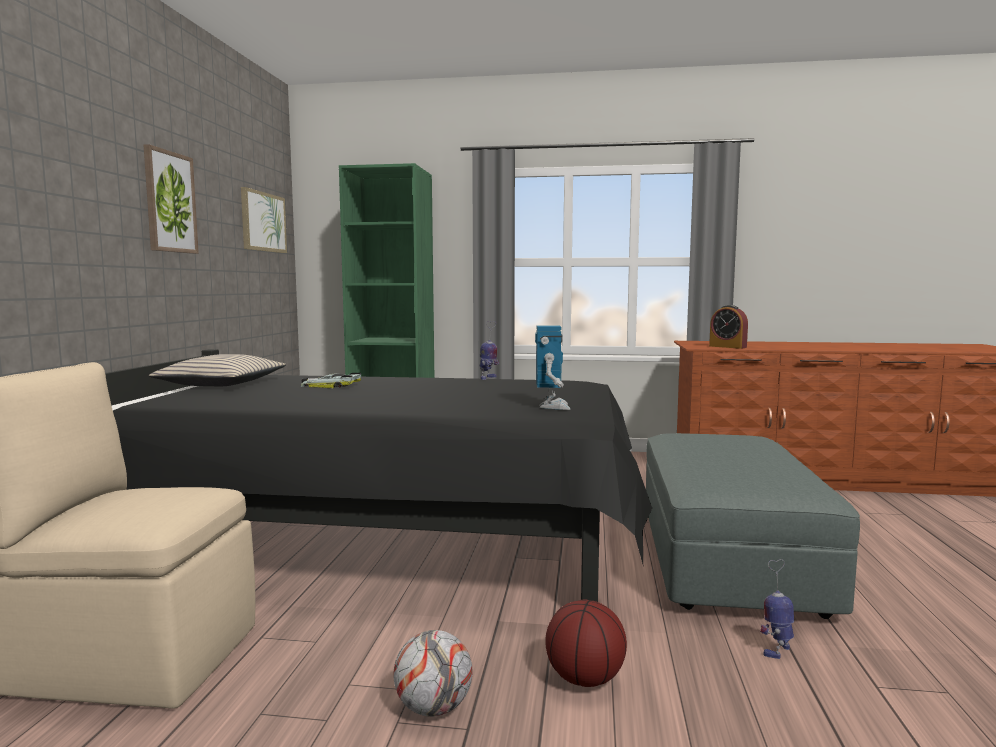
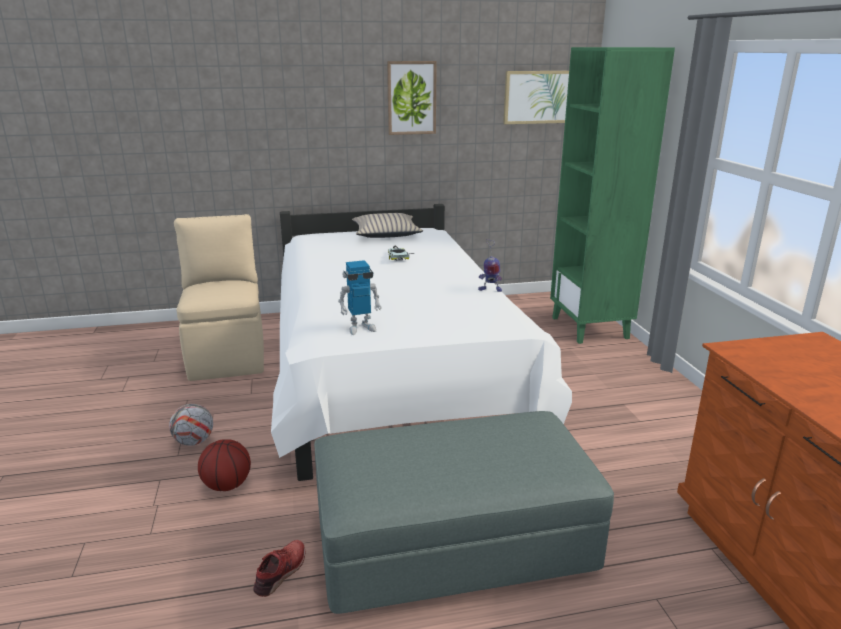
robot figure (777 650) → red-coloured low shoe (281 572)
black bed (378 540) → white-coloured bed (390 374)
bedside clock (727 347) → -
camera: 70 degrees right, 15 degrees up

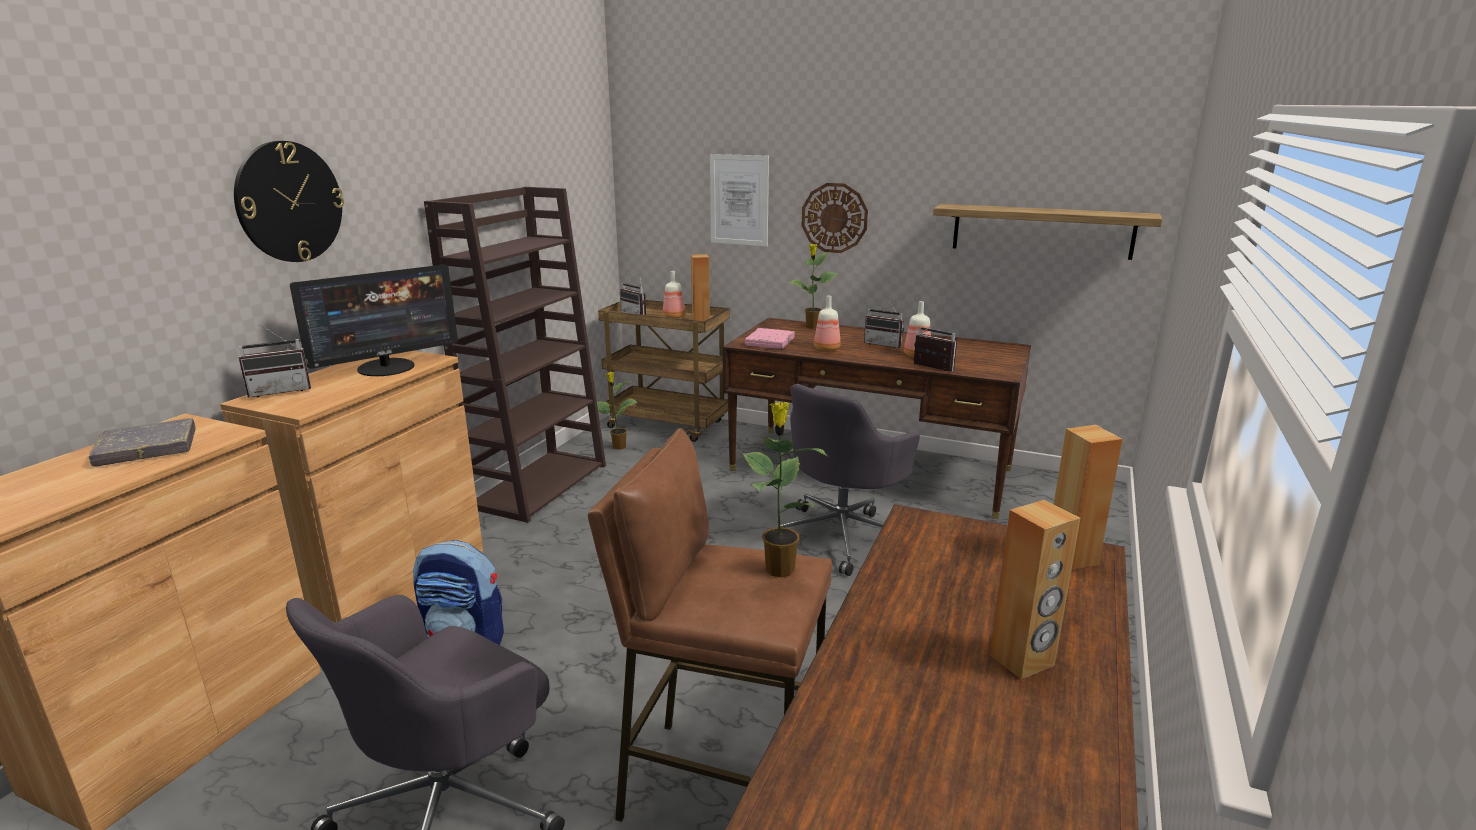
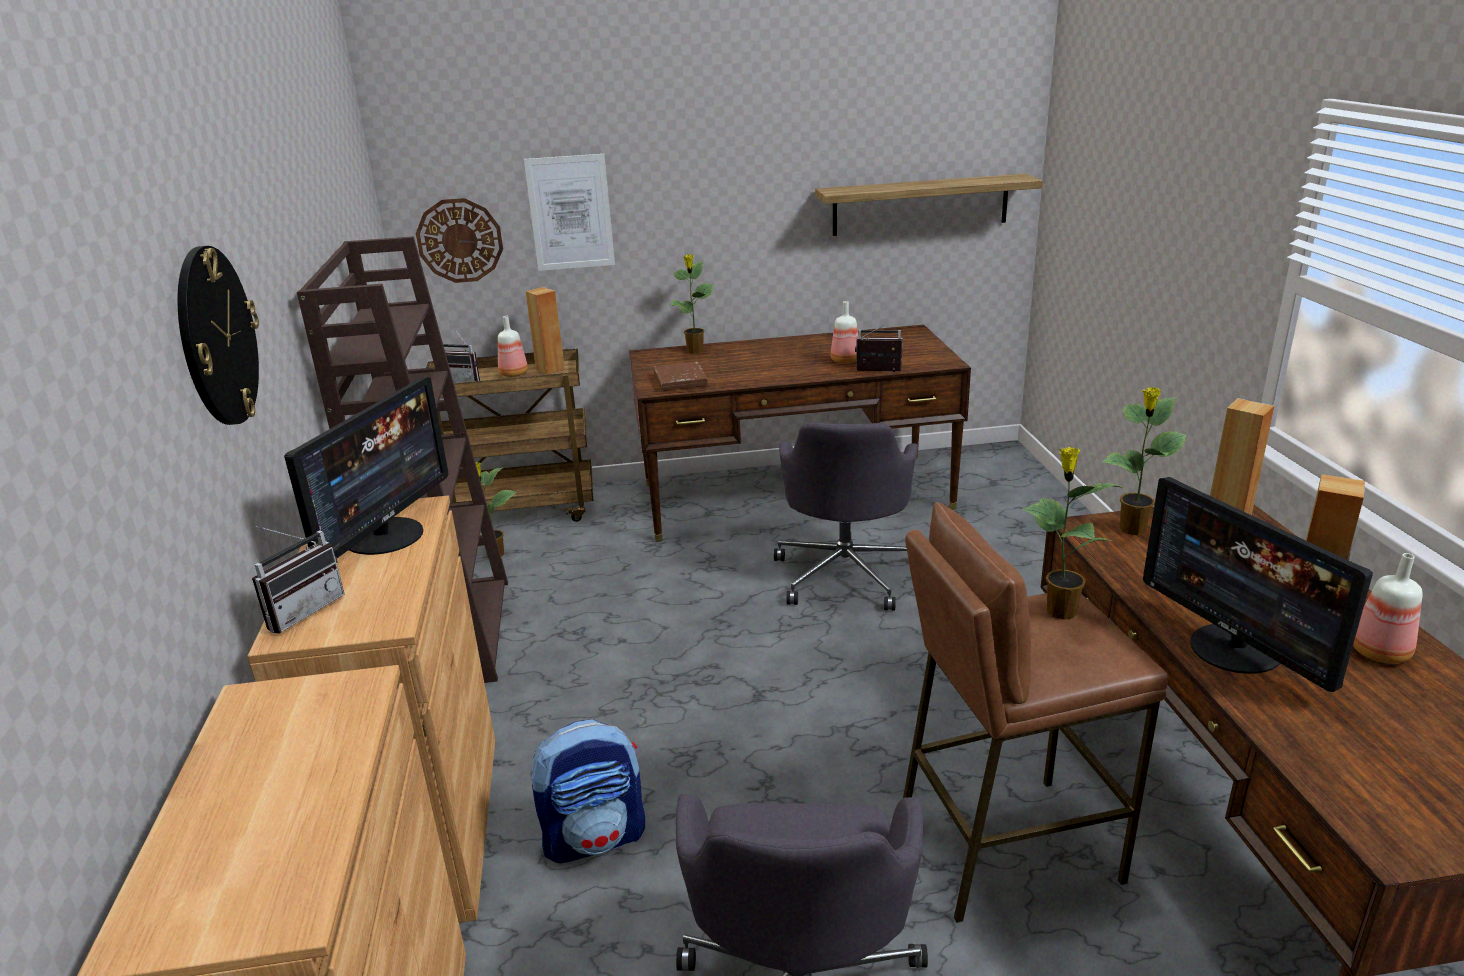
wall clock (834 218) → wall clock (460 240), relocated
pink-coloured bound book (769 342) → brownish bound book (680 381)
- → potted plant (1132 530)
- → monitor (1235 649)
beverage bottle (826 349) → beverage bottle (1377 652), relocated
gray bound book (147 448) → -
radio (884 344) → -
camera: 30 degrees left, 5 degrees up

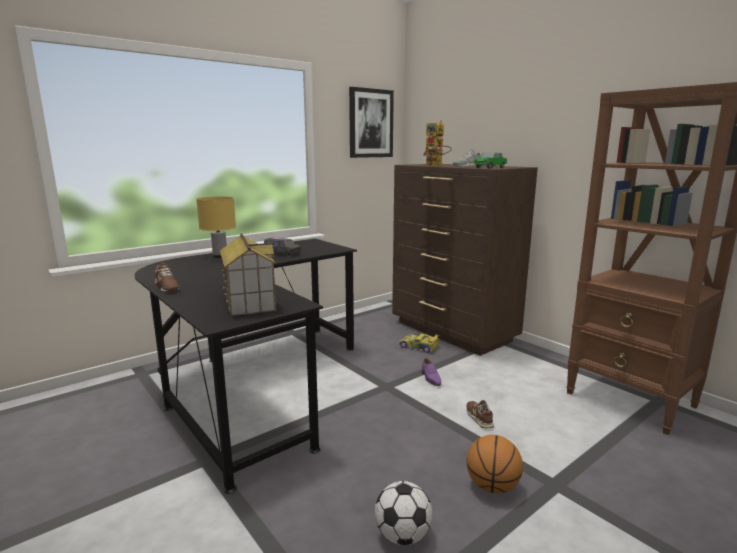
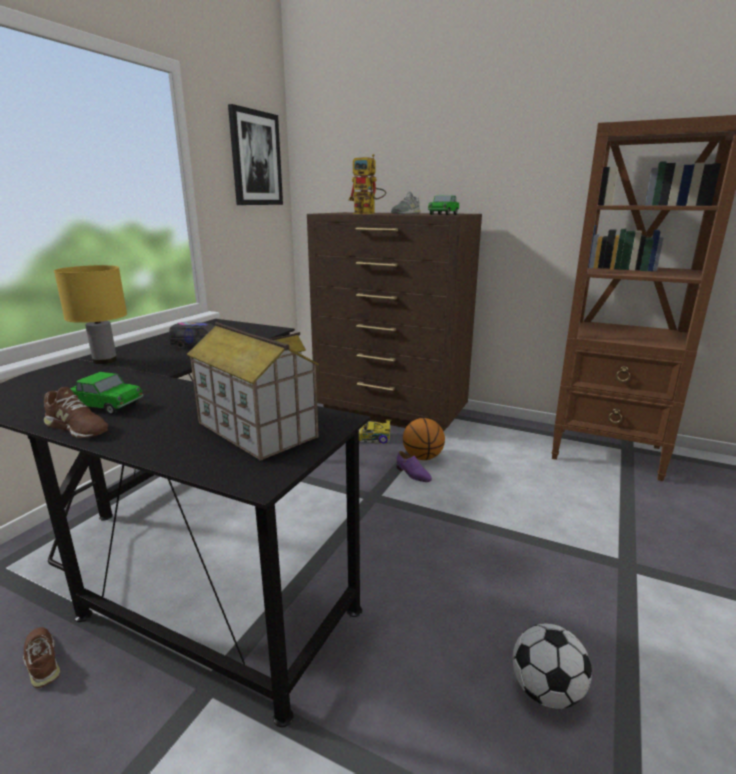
brownish low shoe (479 417) → brownish low shoe (43 660), relocated
- → miniature car (106 406)
basketball ball (492 486) → basketball ball (423 457), relocated
camera: 25 degrees left, 5 degrees up

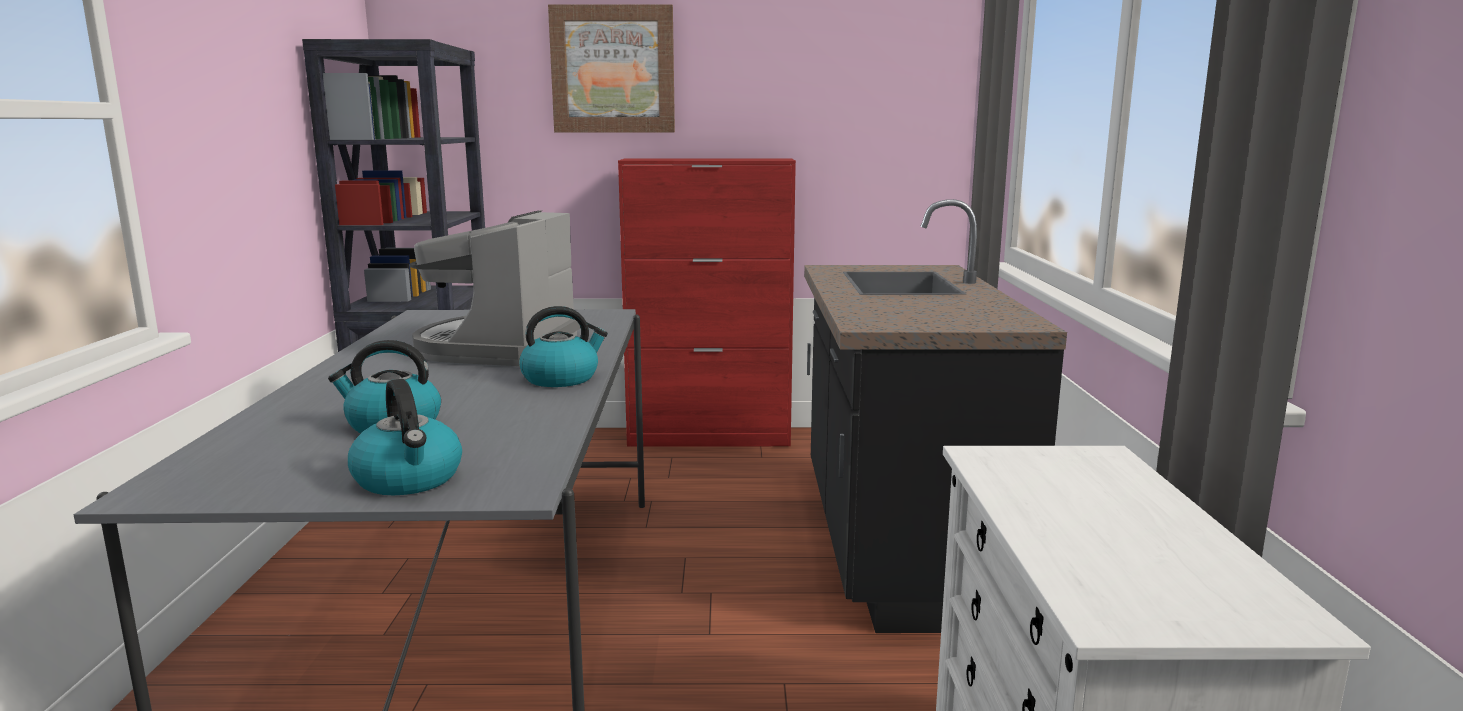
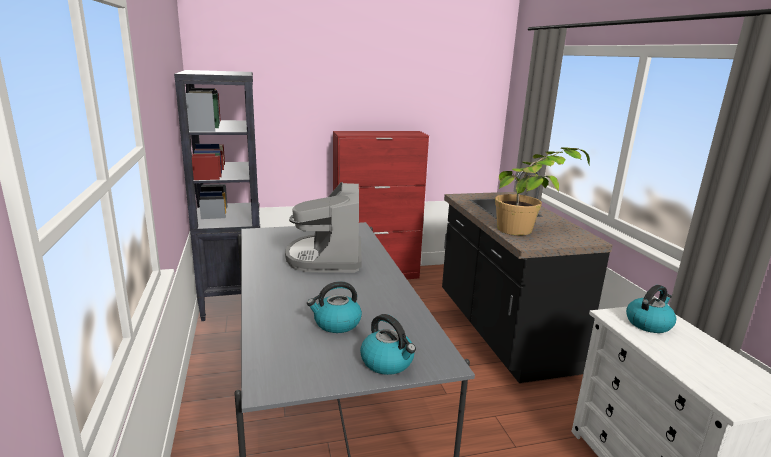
- → potted plant (531 229)
tea kettle (561 378) → tea kettle (648 323), relocated
wall art (613 70) → -
camera: 15 degrees left, 5 degrees up

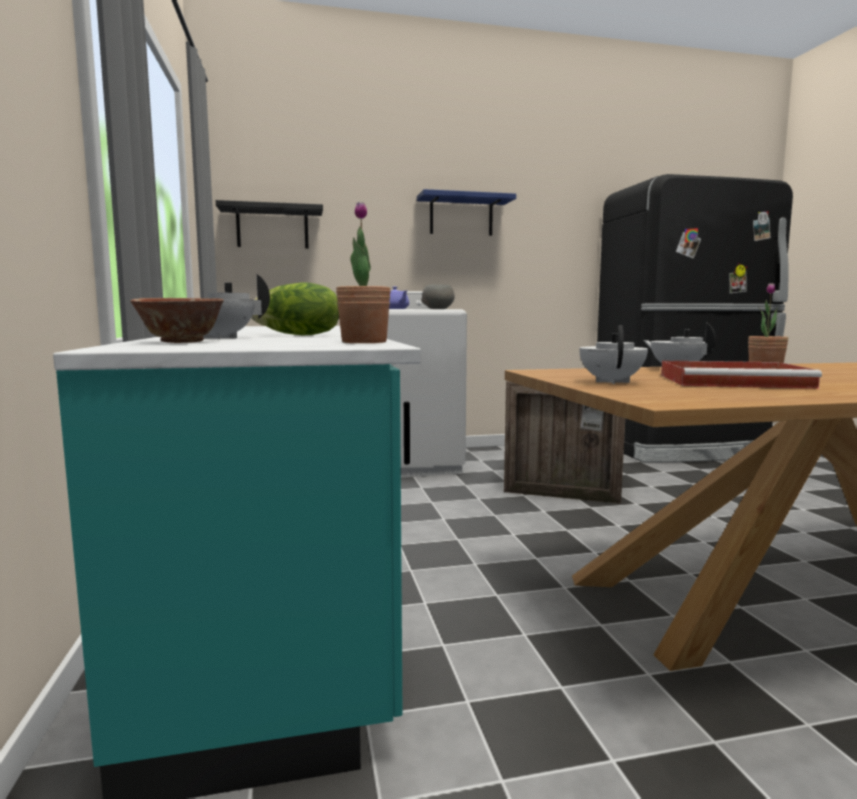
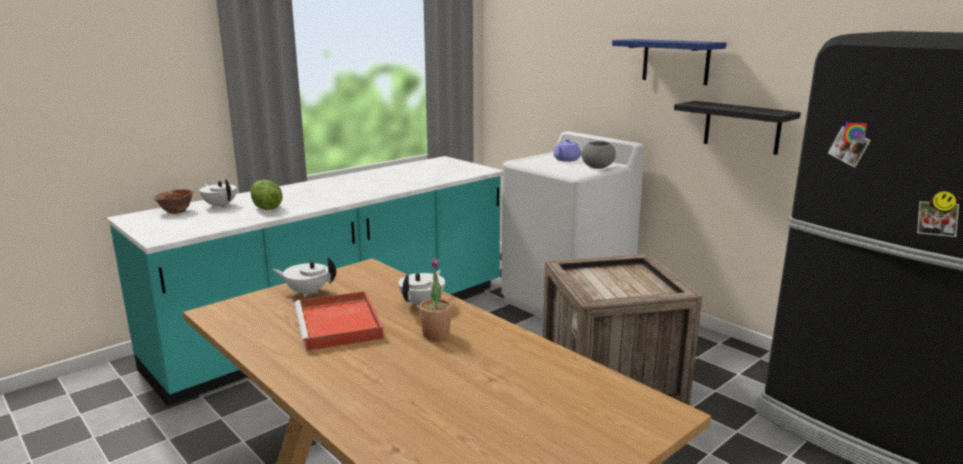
white-coloured teapot (612 382) → white-coloured teapot (307 292), 150 degrees counterclockwise
black shelf (272 228) → black shelf (742 127), relocated
potted plant (364 342) → -
camera: 60 degrees right, 10 degrees up

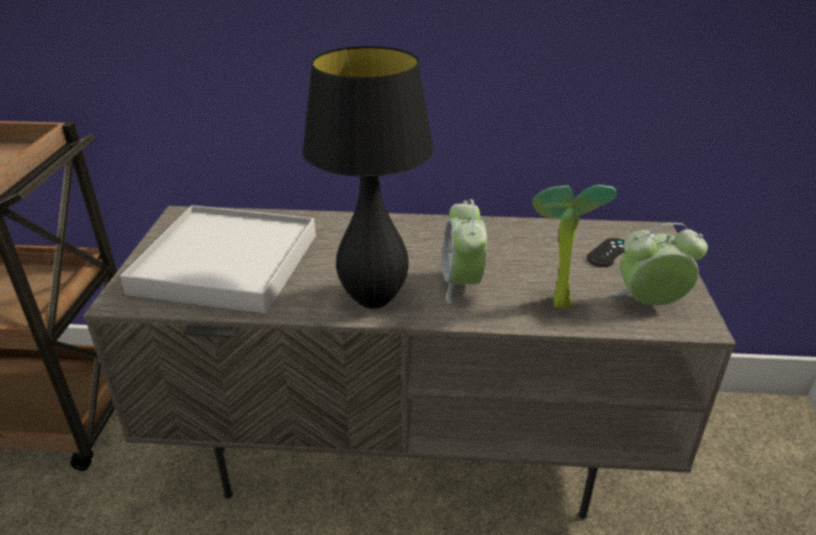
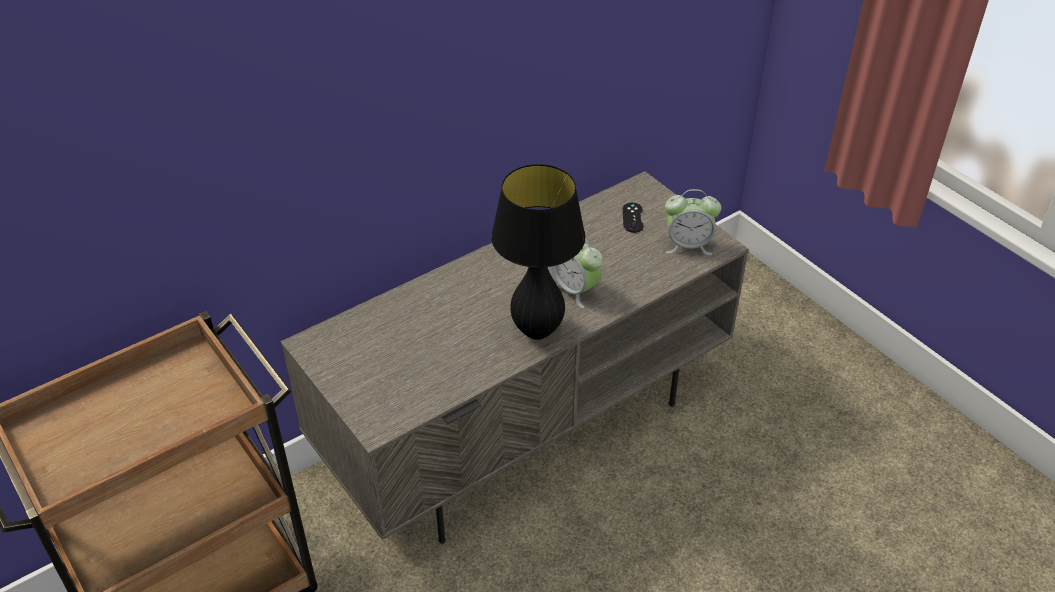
bedside clock (649 303) → bedside clock (688 245), 135 degrees counterclockwise
white-coloured tray (226 264) → -
potted plant (556 300) → -
camera: 40 degrees left, 10 degrees up

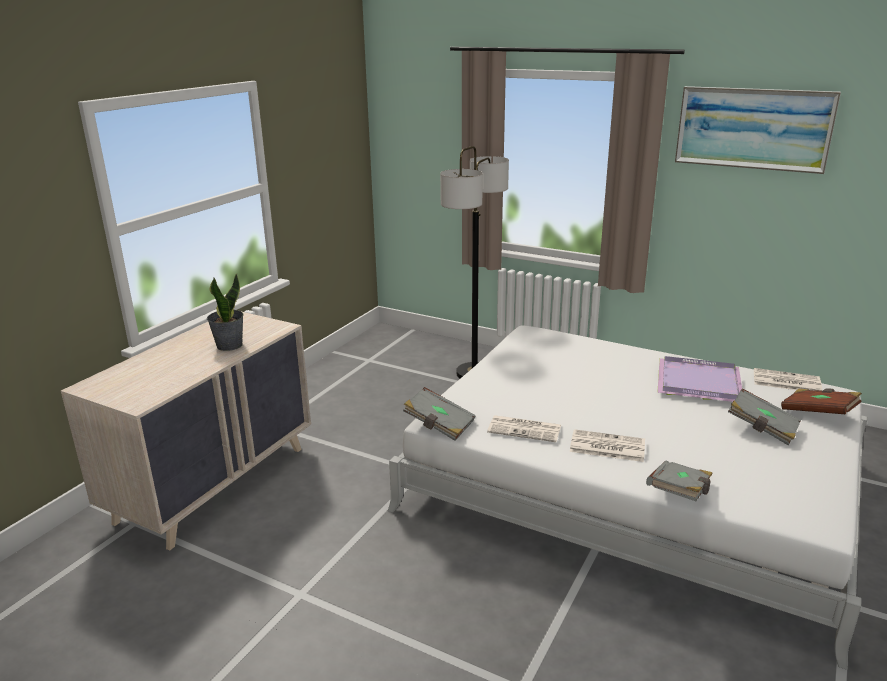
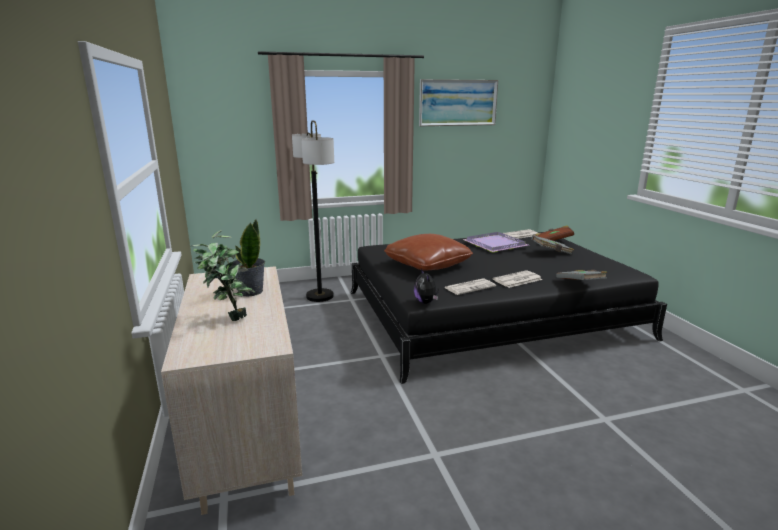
- → potted plant (228 318)
white-coloured bed (632 485) → black bed (489 314)
- → brownish throw pillow (427 264)
gray bound book (439 425) → soft toy (426 302)
camera: 45 degrees left, 5 degrees down

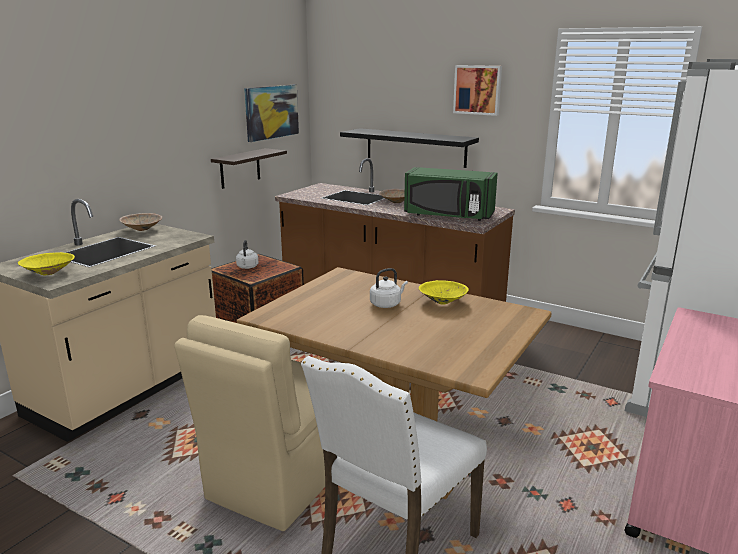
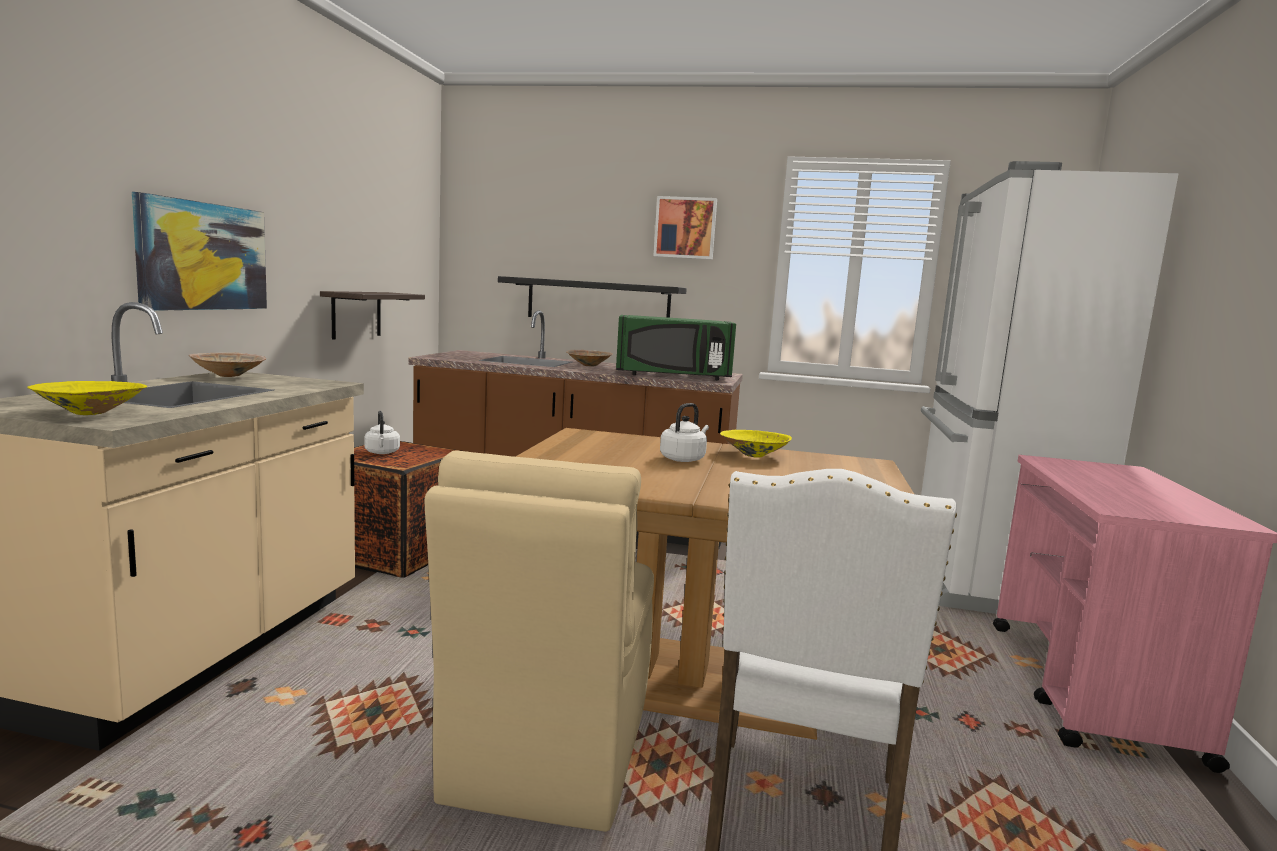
wall art (271 112) → wall art (203 256), relocated
camera: 20 degrees left, 10 degrees down

